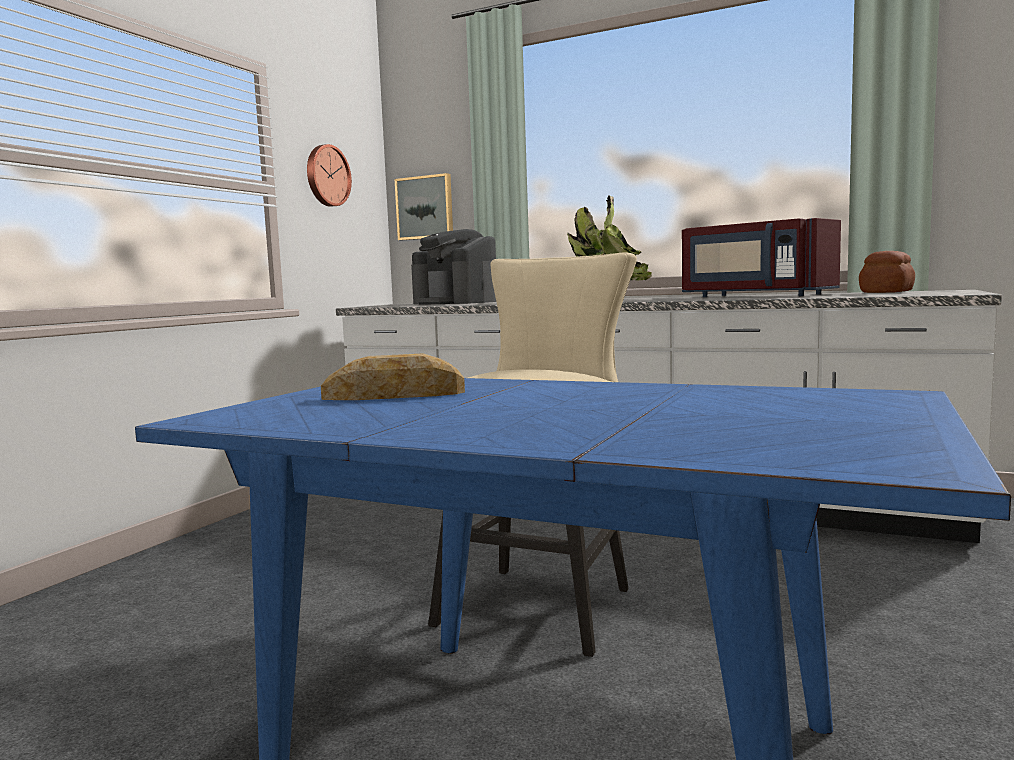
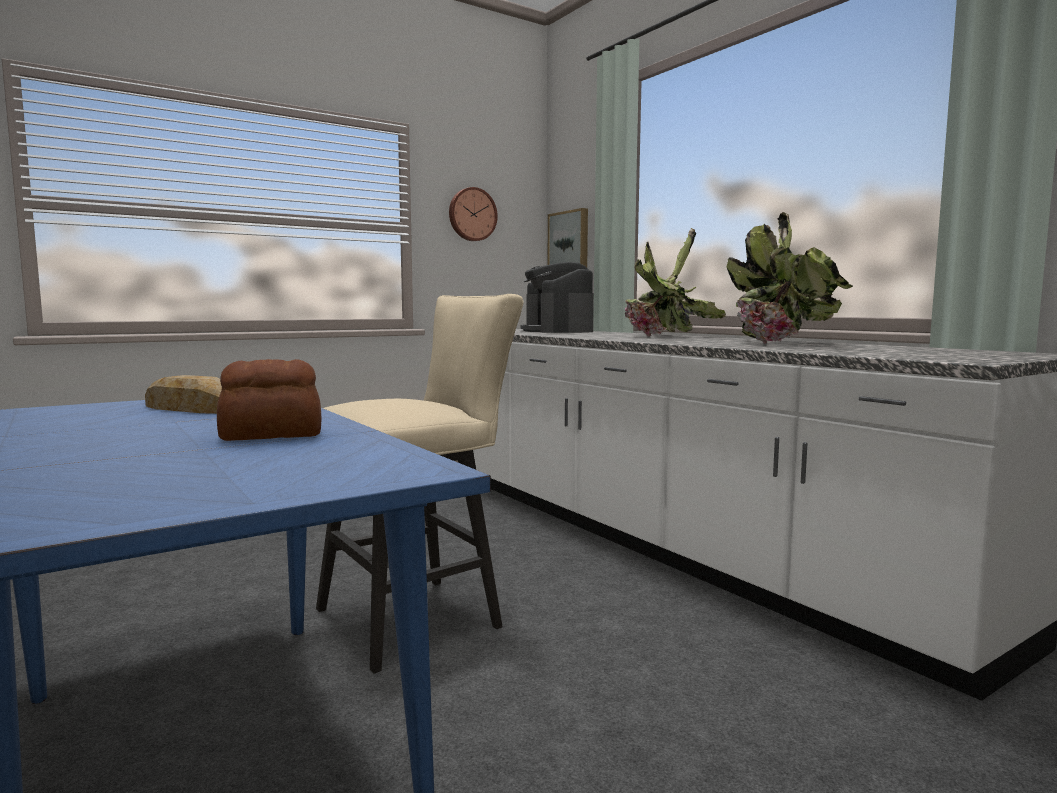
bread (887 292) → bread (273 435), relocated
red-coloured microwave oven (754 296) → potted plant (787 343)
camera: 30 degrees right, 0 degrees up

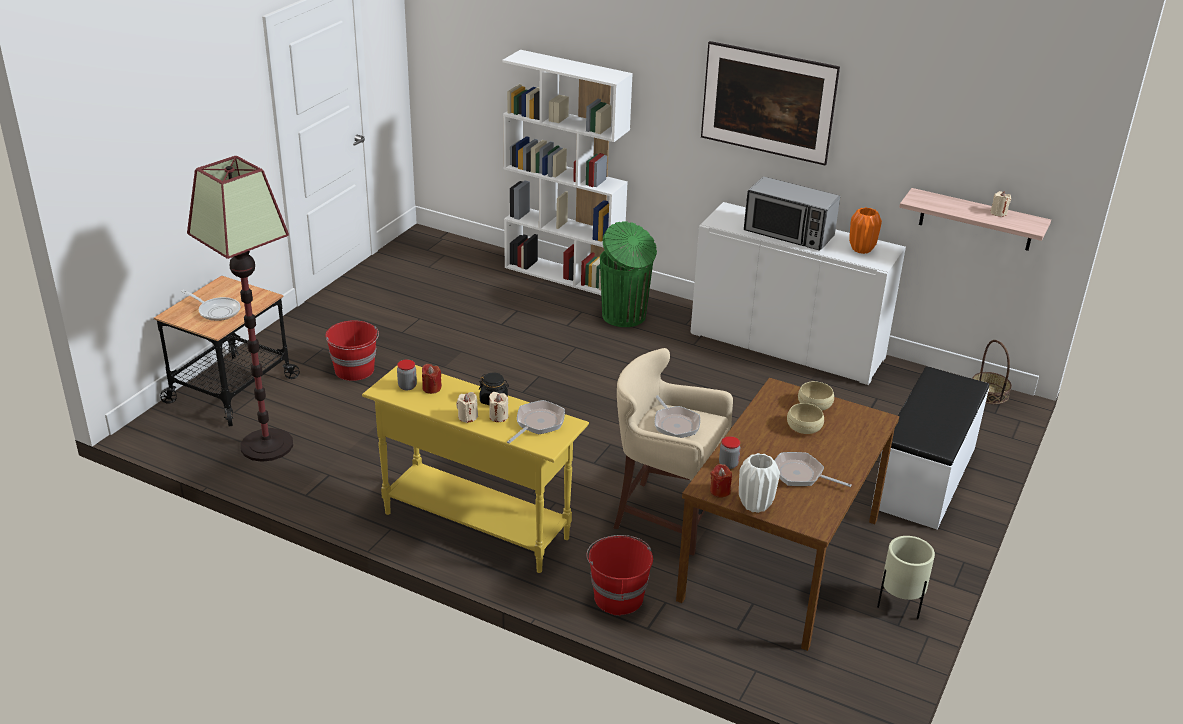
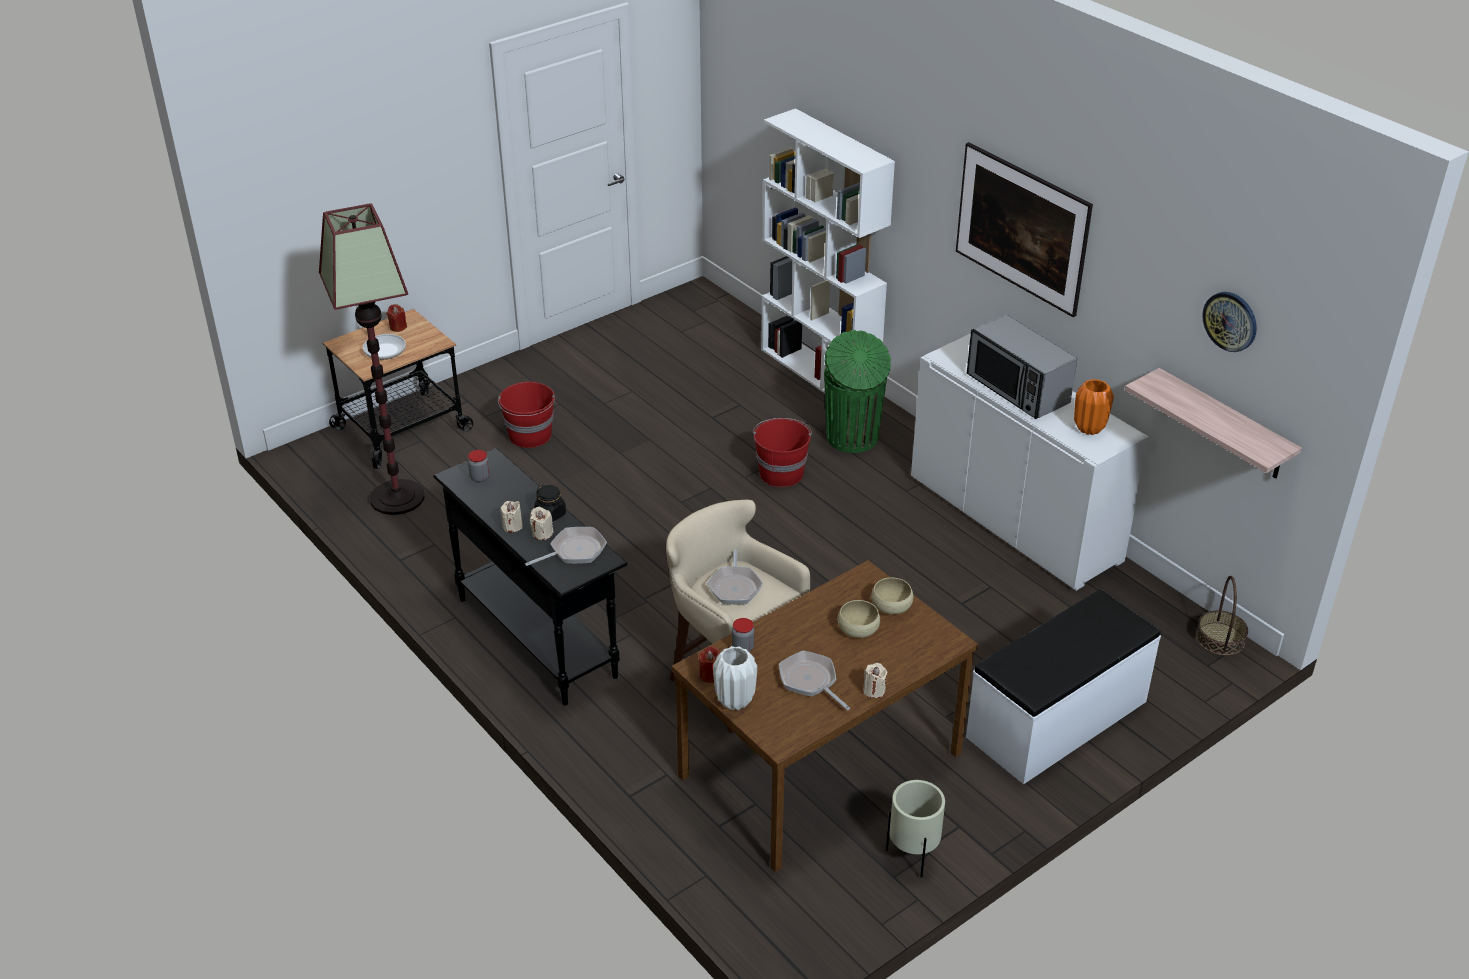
red-coloured candle (431 388) → red-coloured candle (398 327), relocated
yellow console table (476 525) → black console table (537 636)
red-coloured pail (618 597) → red-coloured pail (781 473), relocated
beige candle (998 213) → beige candle (874 690), relocated
- → wall clock (1230 321)
camera: 25 degrees right, 5 degrees up

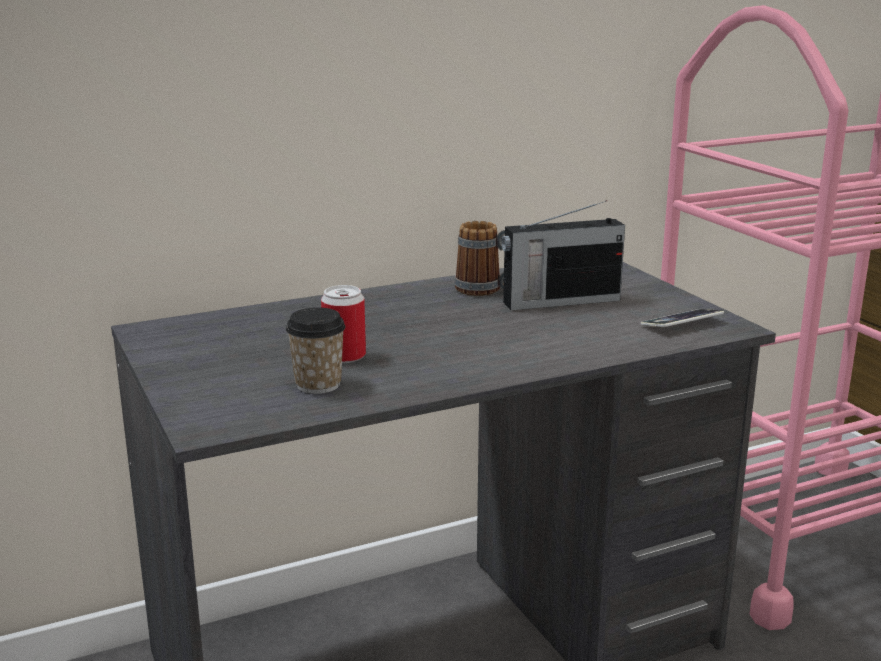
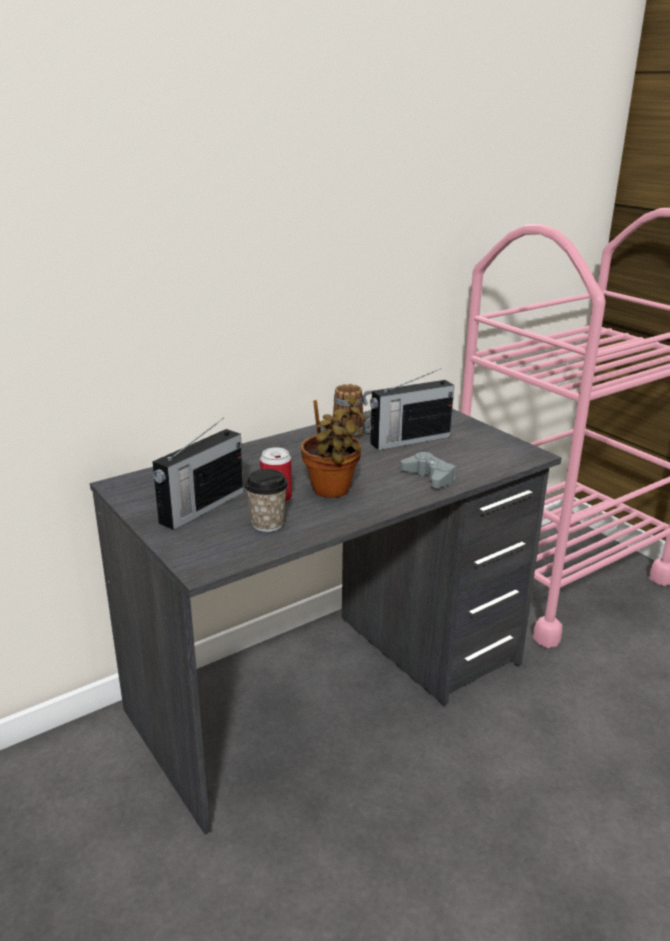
- → radio (201 508)
- → potted plant (332 491)
- → gray gamepad (429 477)
handset (681 323) → -
camera: 10 degrees left, 5 degrees up

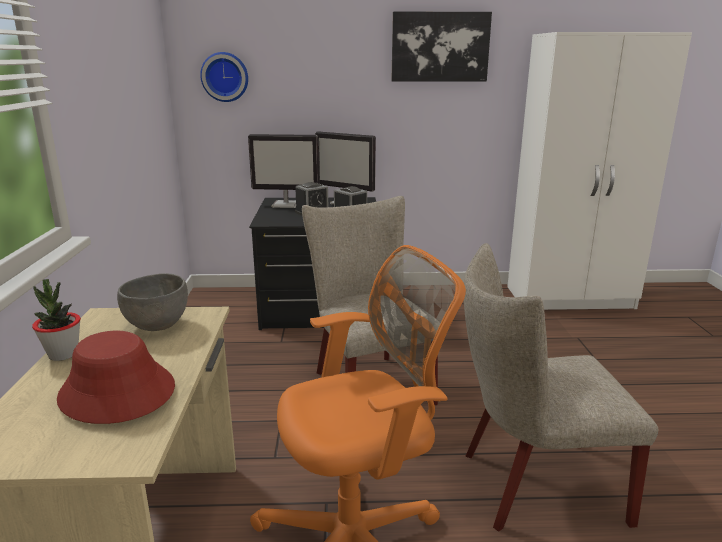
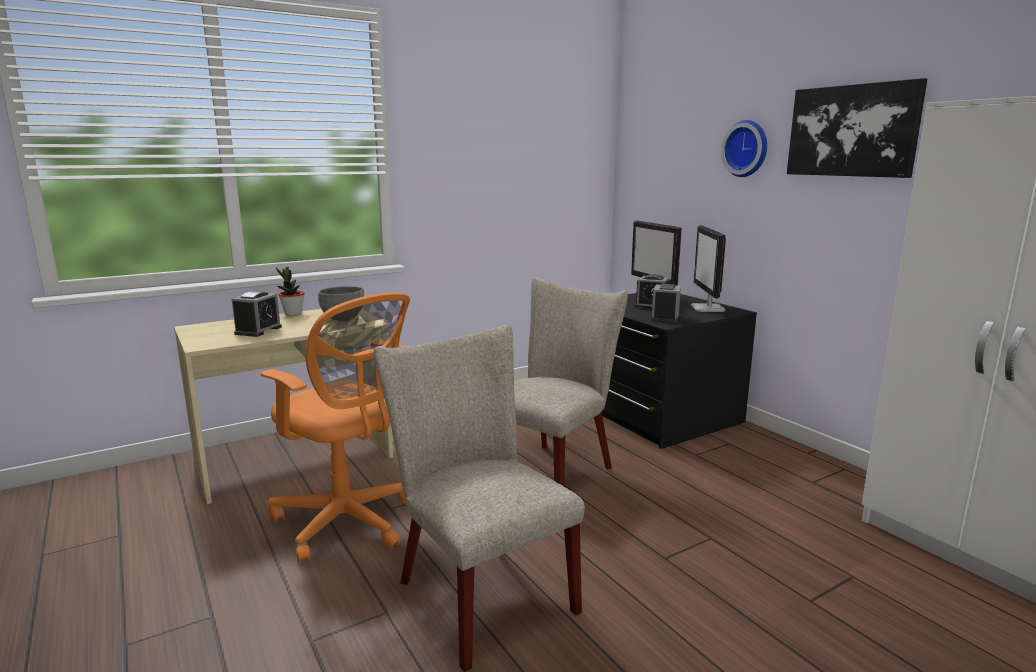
red-coloured hat (116 392) → bedside clock (258 330)
wall clock (225 77) → wall clock (747 148), relocated
camera: 60 degrees right, 5 degrees down

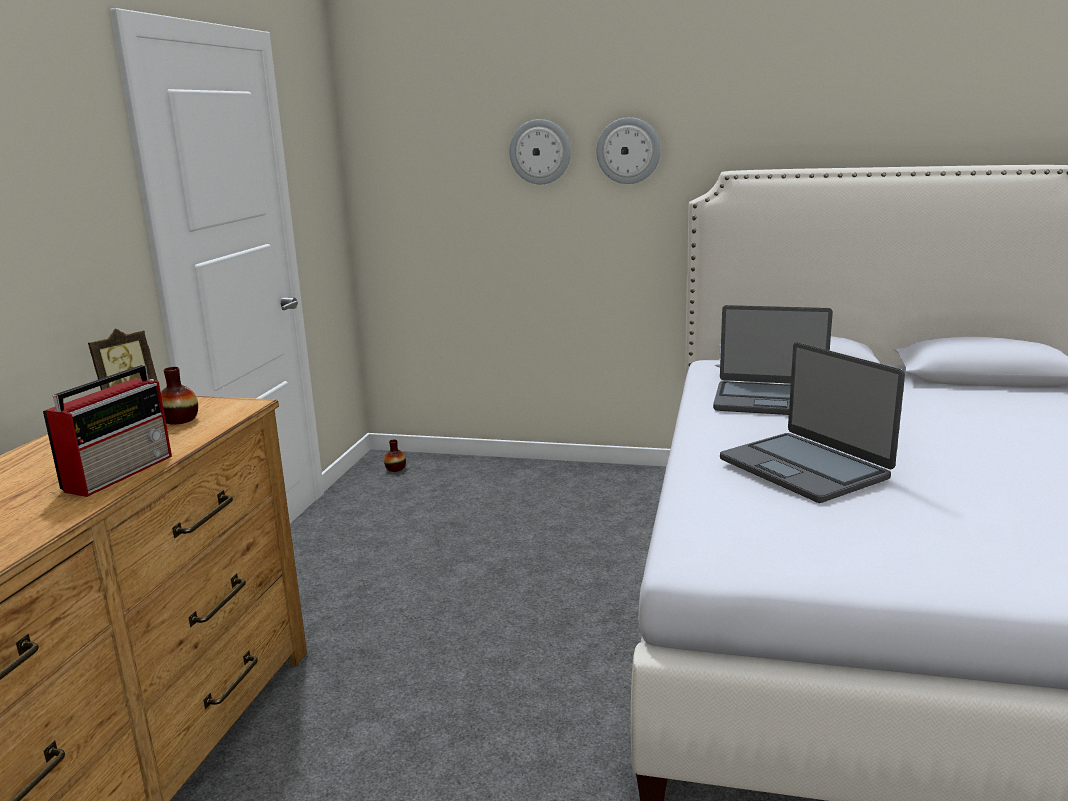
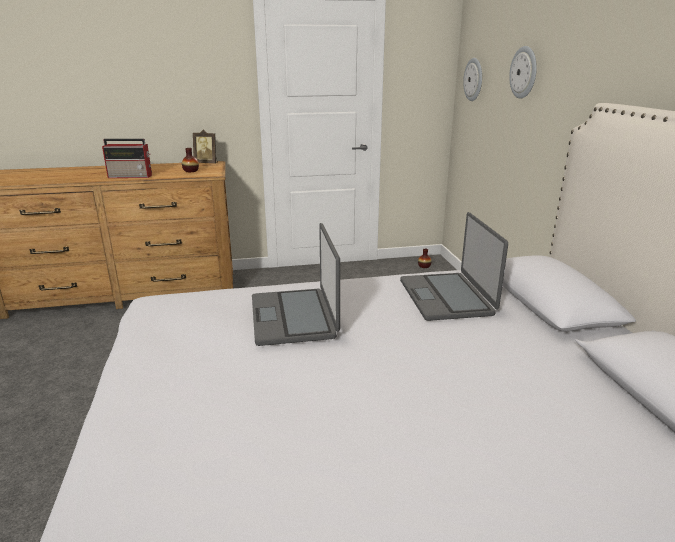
notebook computer (804 468) → notebook computer (294 317), 45 degrees counterclockwise
wall clock (628 151) → wall clock (474 79), relocated
camera: 65 degrees right, 5 degrees up

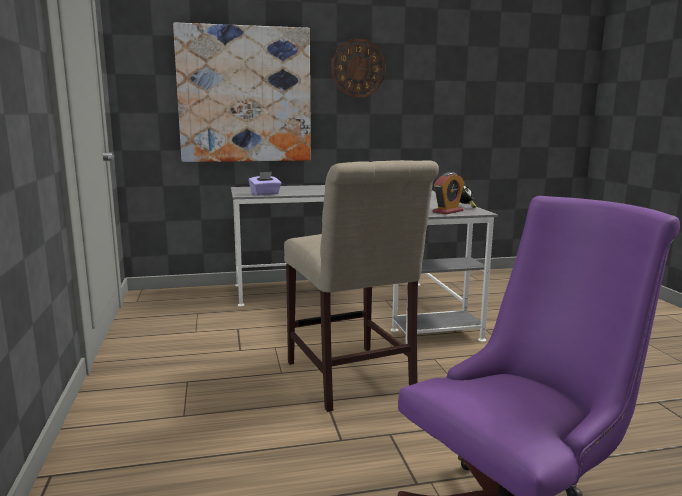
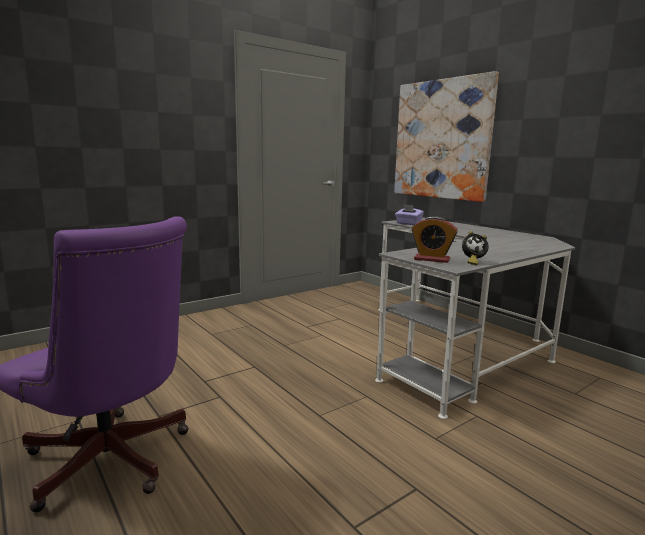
beige plain chair (352 380) → -
wall clock (358 68) → -
camera: 65 degrees right, 0 degrees up

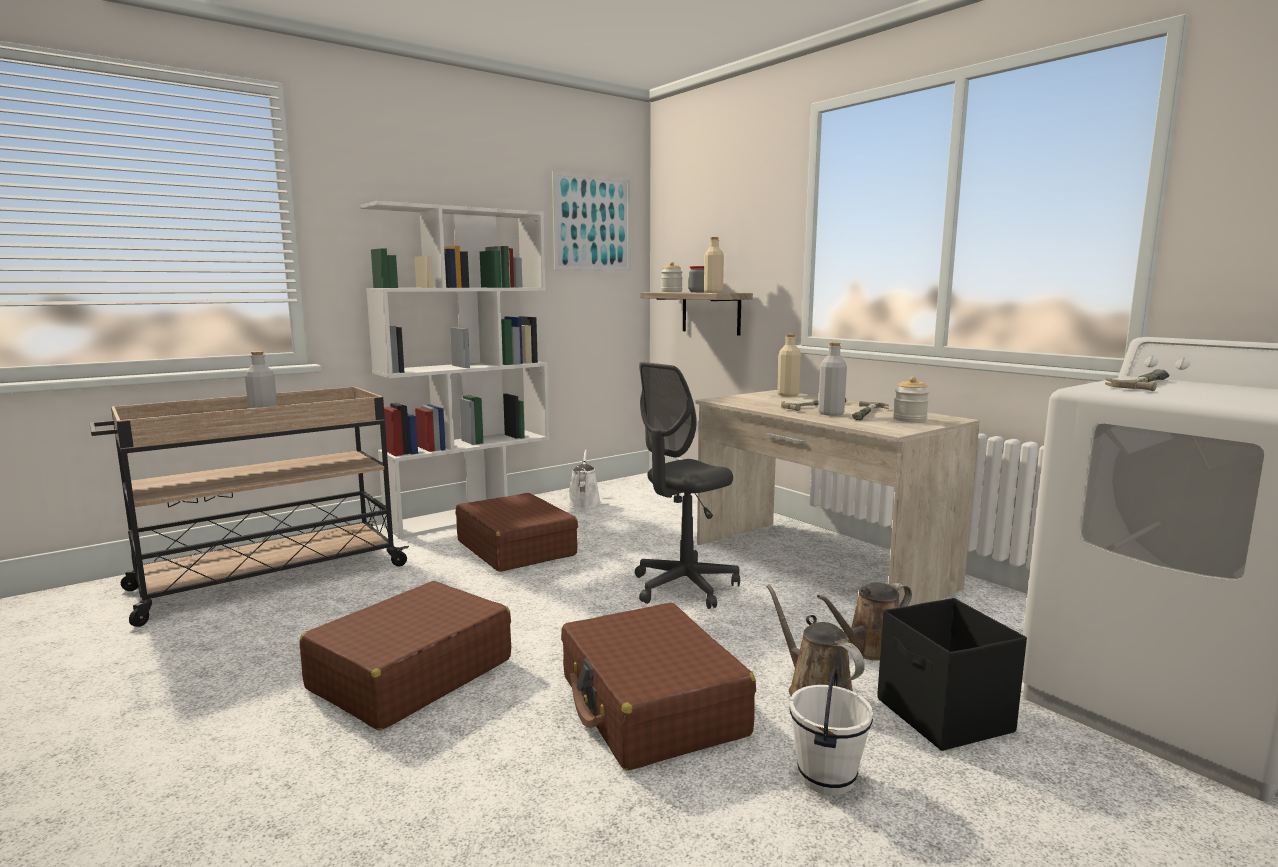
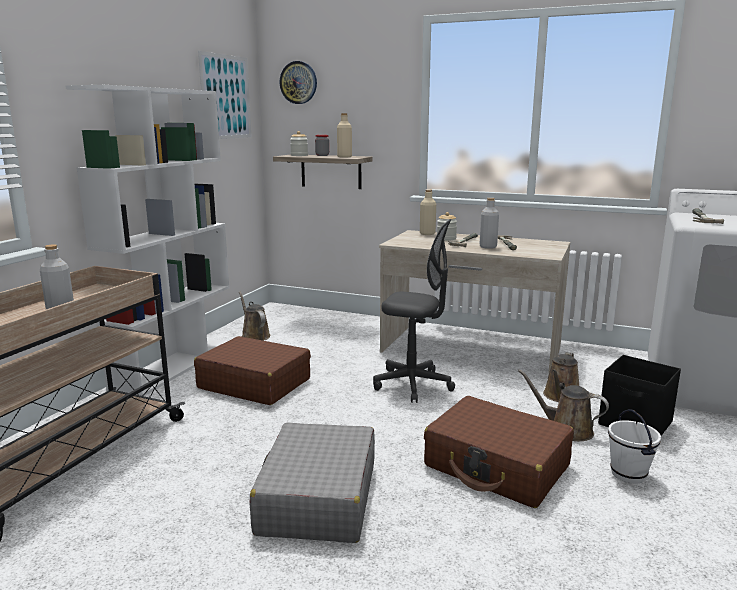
white-coloured watering can (583 502) → brownish watering can (254 336)
brownish piece of luggage (410 674) → gray piece of luggage (317 498)
- → wall clock (298 82)
gray computer chair (684 587) → gray computer chair (413 385), 90 degrees counterclockwise
storage jar (909 419) → storage jar (446 238), relocated
camera: 30 degrees left, 5 degrees up

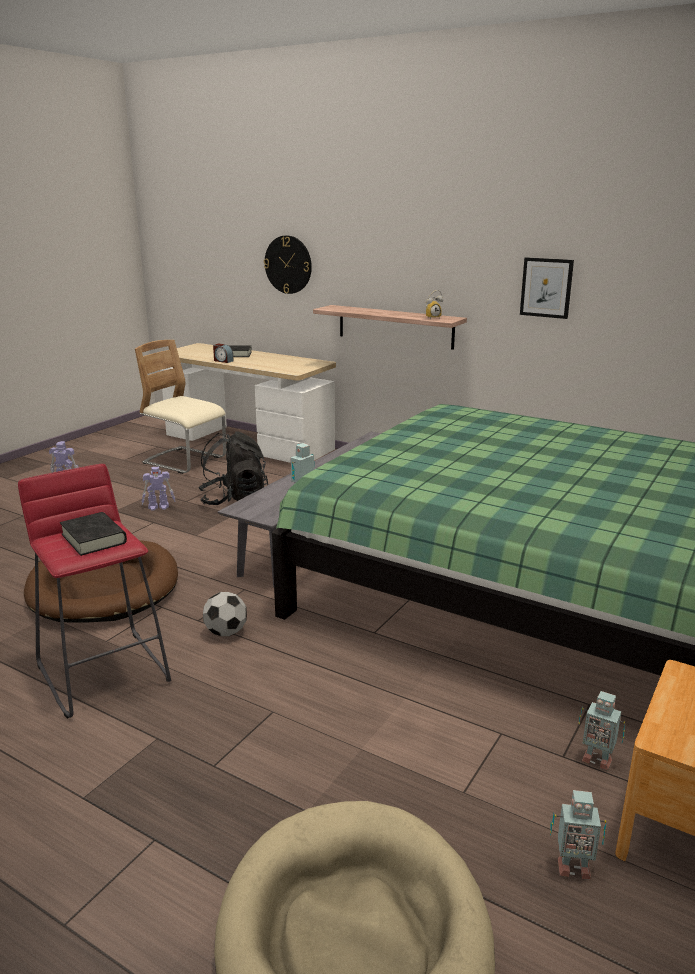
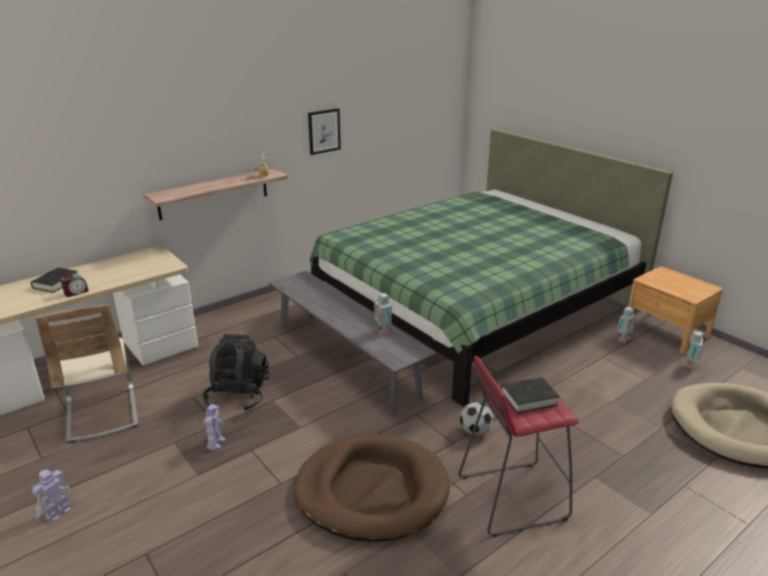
beige plain chair (185 461) → beige plain chair (102 413), 75 degrees counterclockwise
wall clock (288 264) → -
camera: 70 degrees left, 5 degrees up

